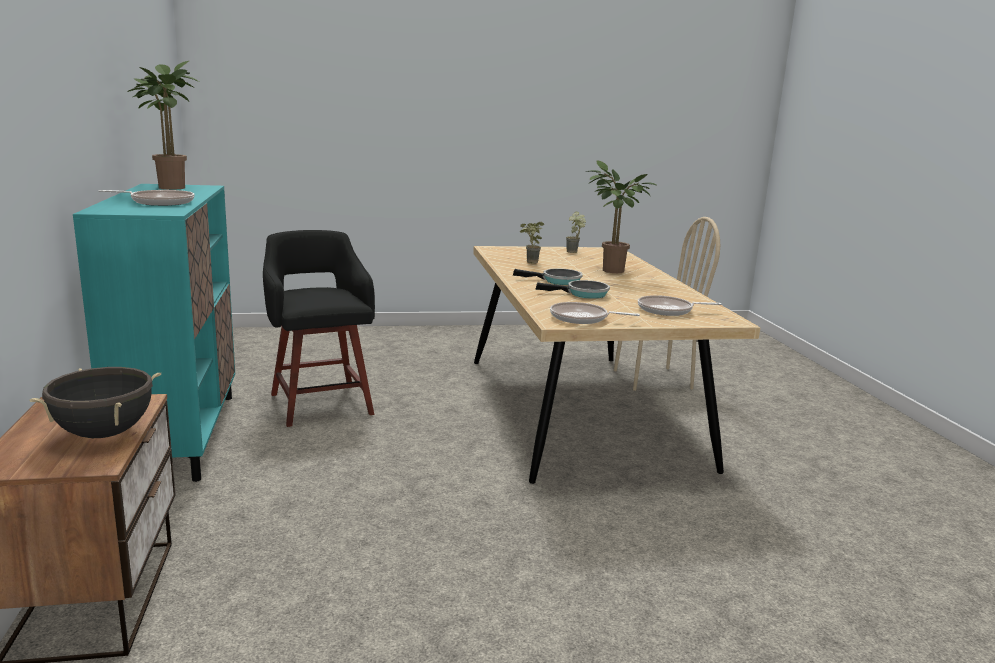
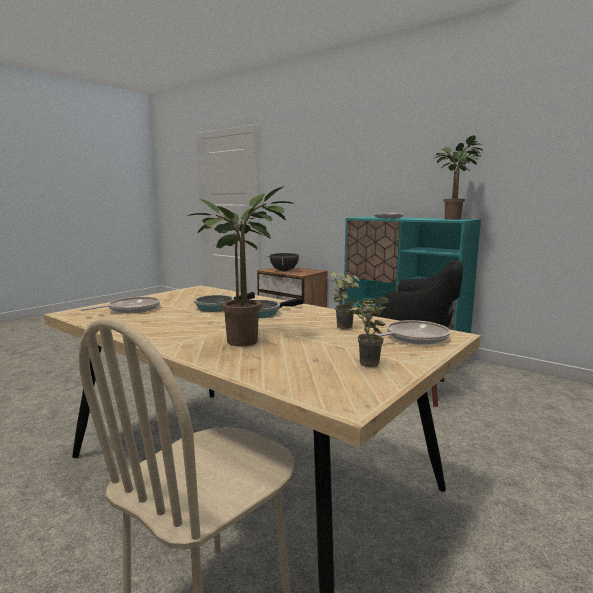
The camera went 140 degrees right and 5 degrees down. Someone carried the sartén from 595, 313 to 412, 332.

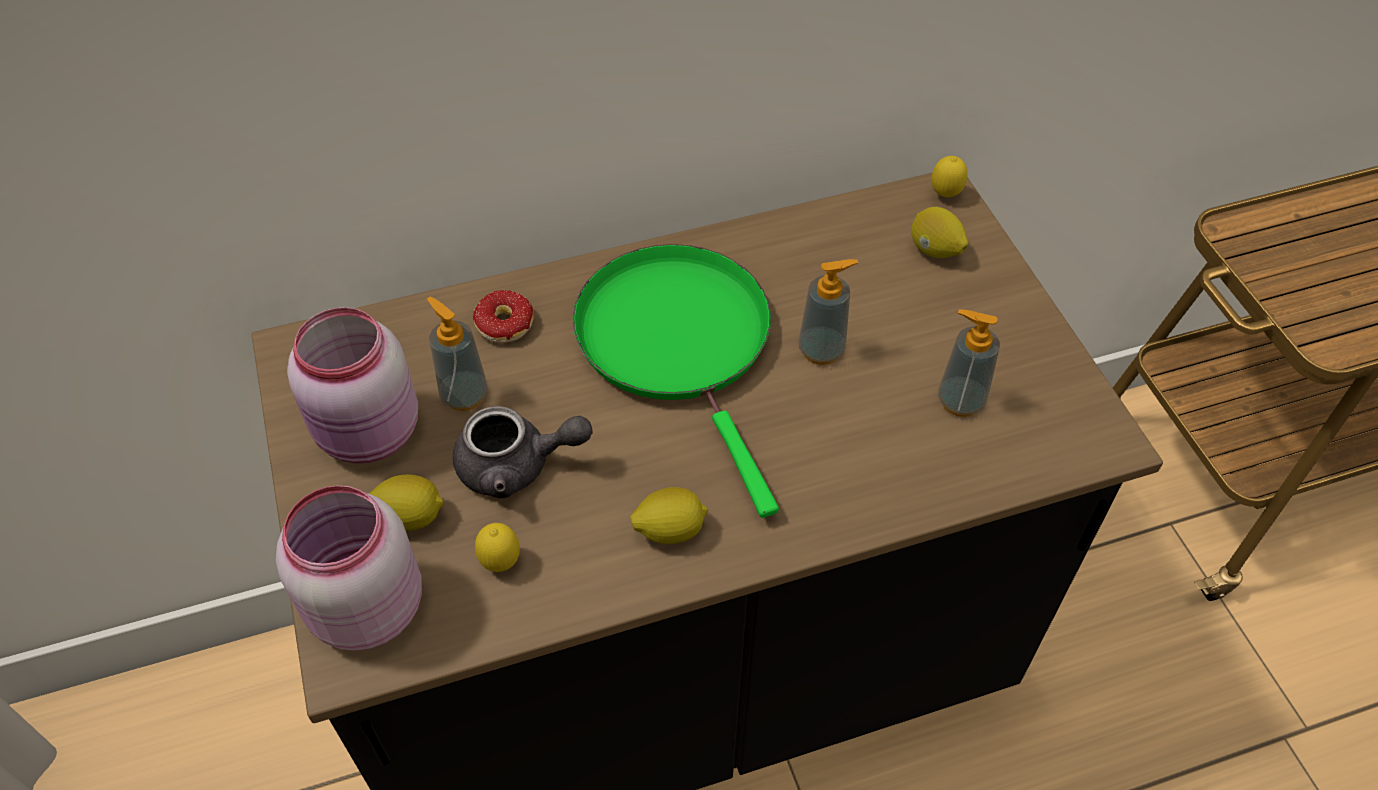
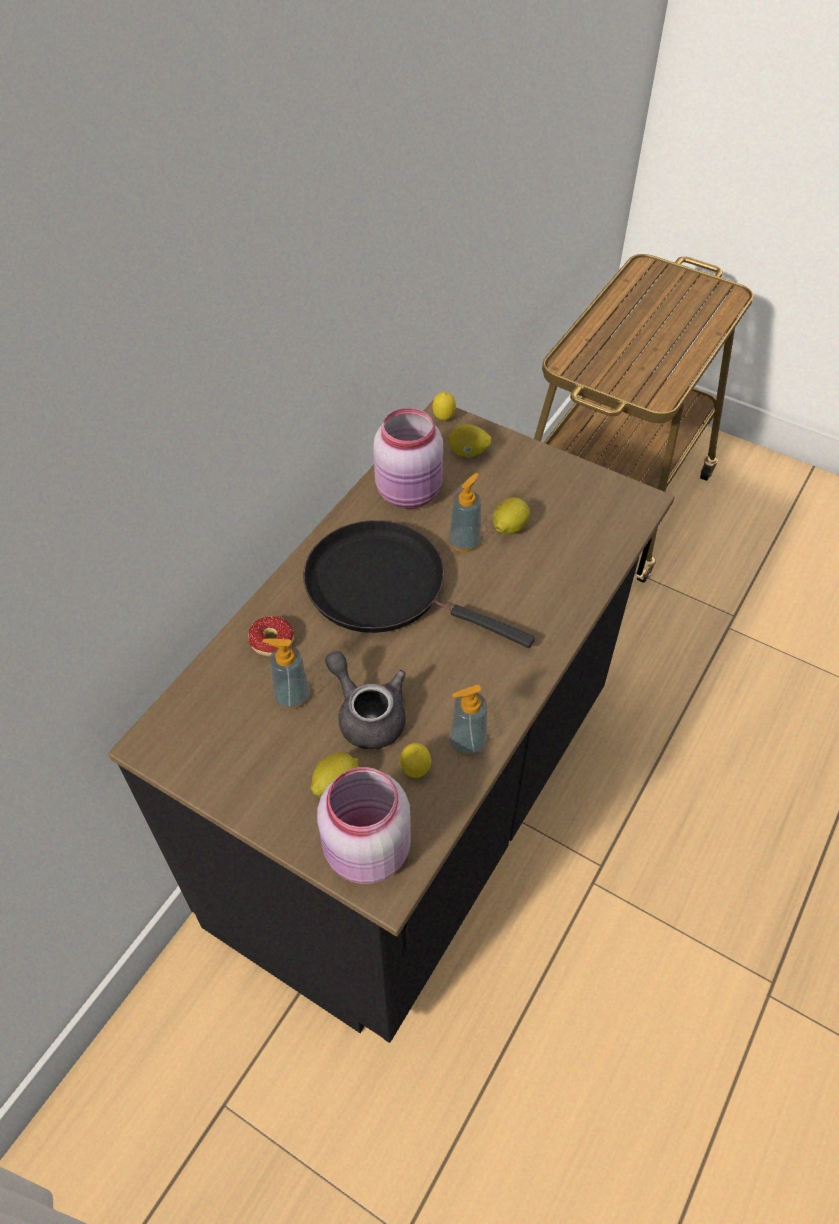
The camera went 40 degrees left and 0 degrees up. Someone repainted the sartén/verde at 676, 381, which became the sartén/negro at 419, 584. Someone rotated the tetera/gris at 523, 452 by 90 degrees counterclockwise. Someone carried the tarro/rosa from 352, 385 to 408, 458. Someone carried the dispensador de jabón from 969, 363 to 468, 720. Someone carried the limón from 669, 515 to 511, 515.

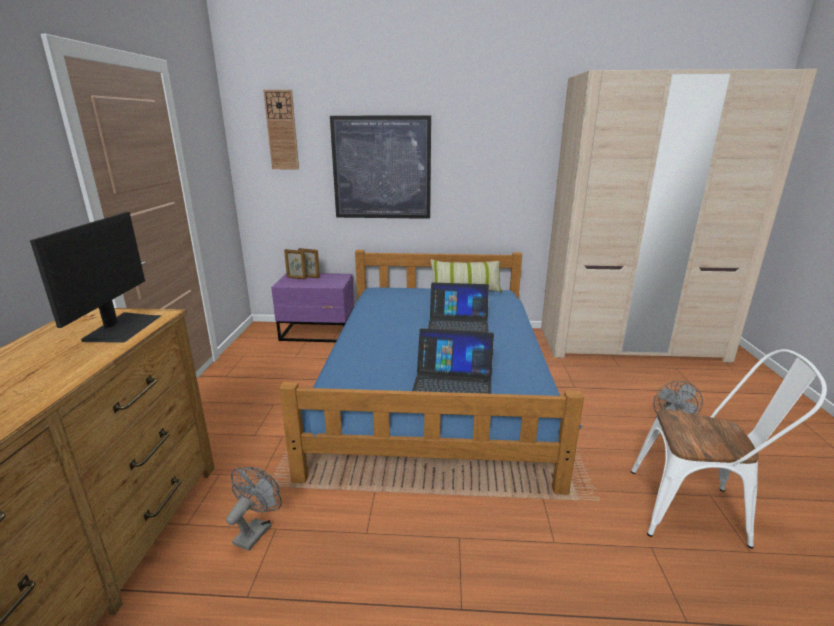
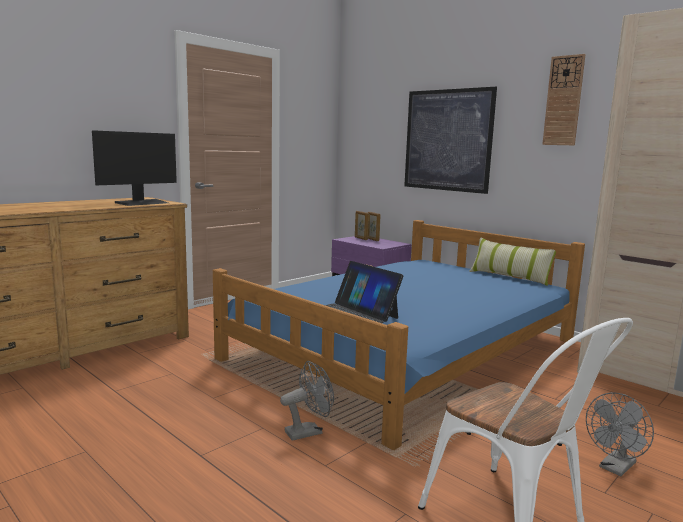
The camera went 40 degrees right and 10 degrees down. Someone carried the ventilador/gris from 254, 509 to 307, 401. Someone carried the reloj de pared from 281, 129 to 564, 99. Someone took away the portátil at 458, 307.

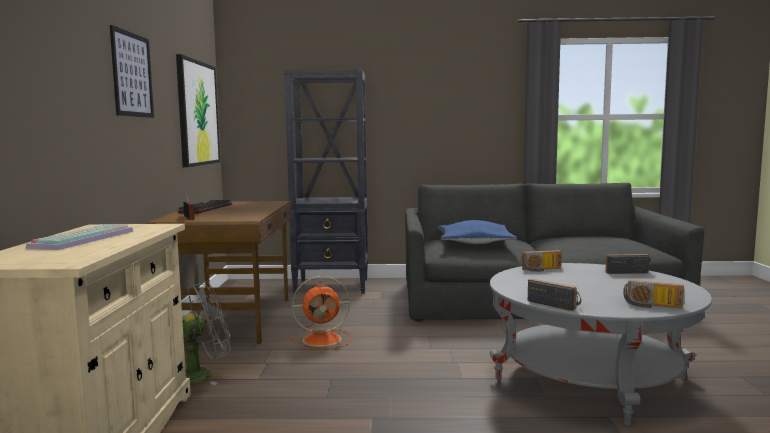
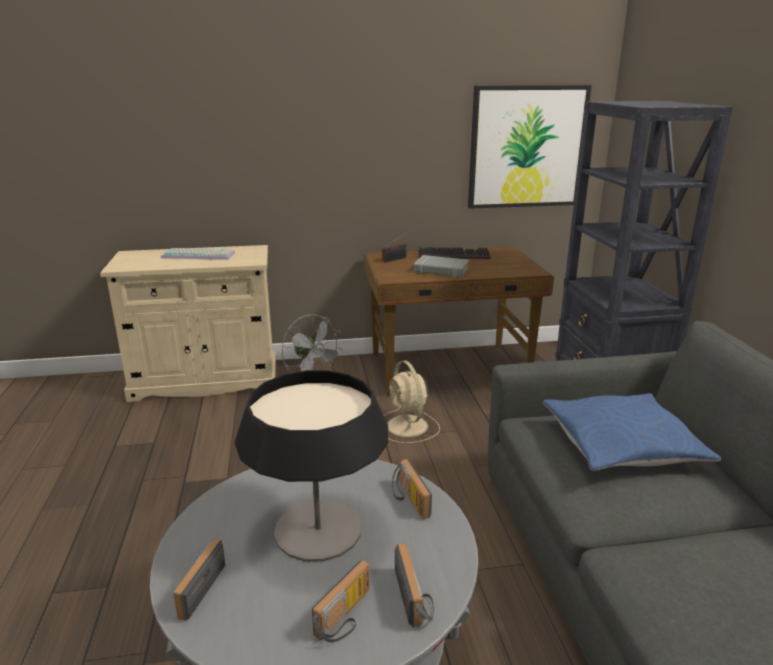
The camera went 80 degrees right and 15 degrees up. Someone put down the lámpara de mesa at 311, 466. Someone carried the radio from 554, 295 to 341, 601. Someone repainted the ventilador/naranja at 321, 313, which became the ventilador/beis at 412, 402. Someone put down the libro/gris at 442, 266. Someone took away the cuadro at 132, 71.

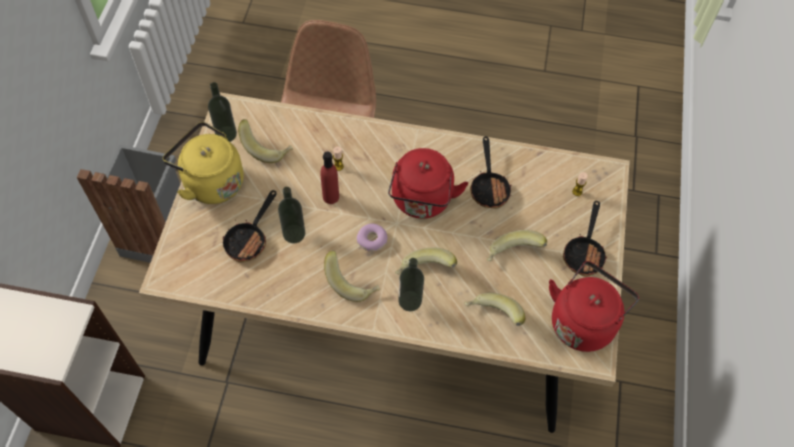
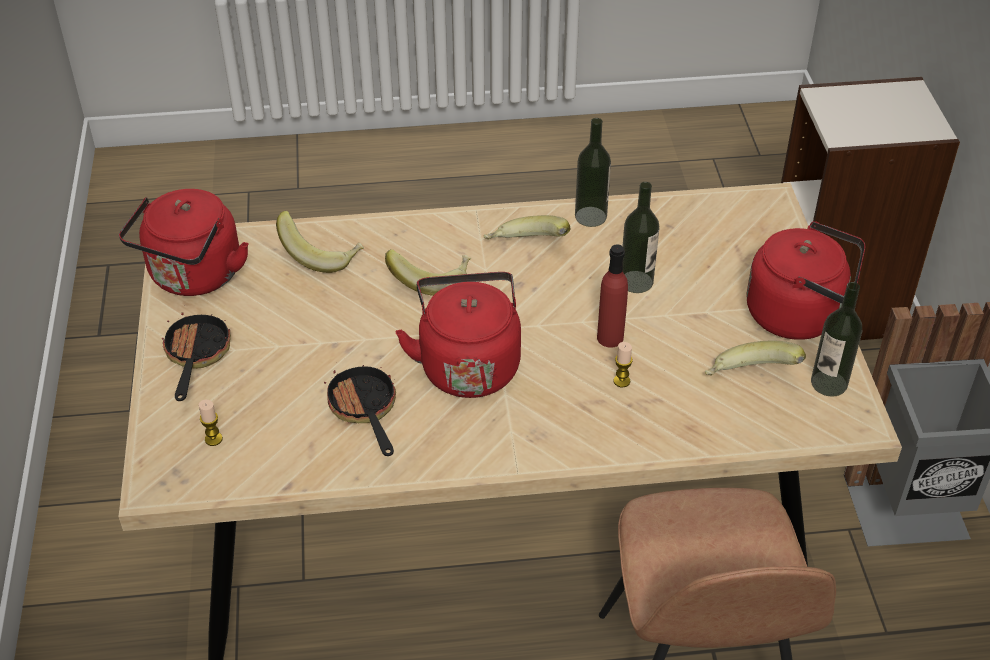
The camera went 165 degrees right and 15 degrees down. Someone carried the botella from 411, 284 to 593, 172. Someone repainted the hervidor/amarillo at 203, 163, which became the hervidor/rojo at 806, 280. Someone took away the sartén at 249, 226. Someone took away the rosquilla at 372, 238. Someone took away the plátano at 517, 245.

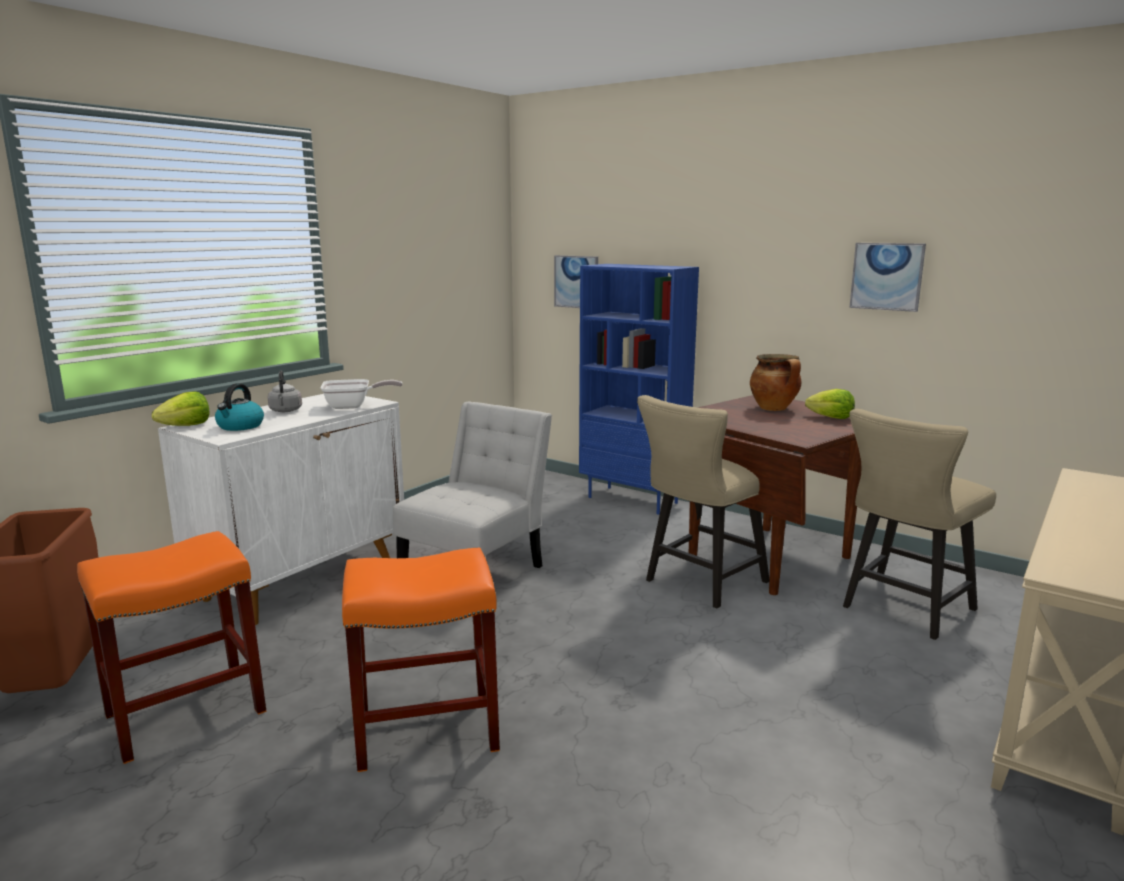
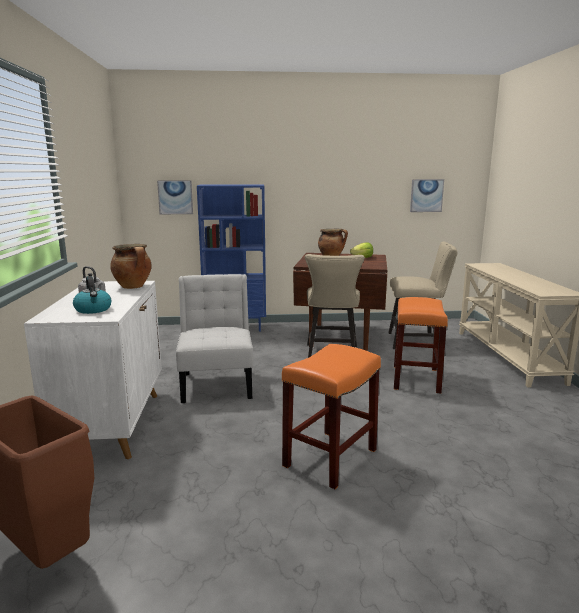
The camera went 40 degrees left and 0 degrees up. Someone swapped the sartén at 361, 394 for the olla at 131, 266. Someone rotated the silla/beis at 919, 524 by 90 degrees counterclockwise. Someone carried the taburete/naranja from 171, 647 to 421, 345. Someone carried the cuadro from 887, 277 to 427, 195. Someone took away the lechuga at 181, 408.

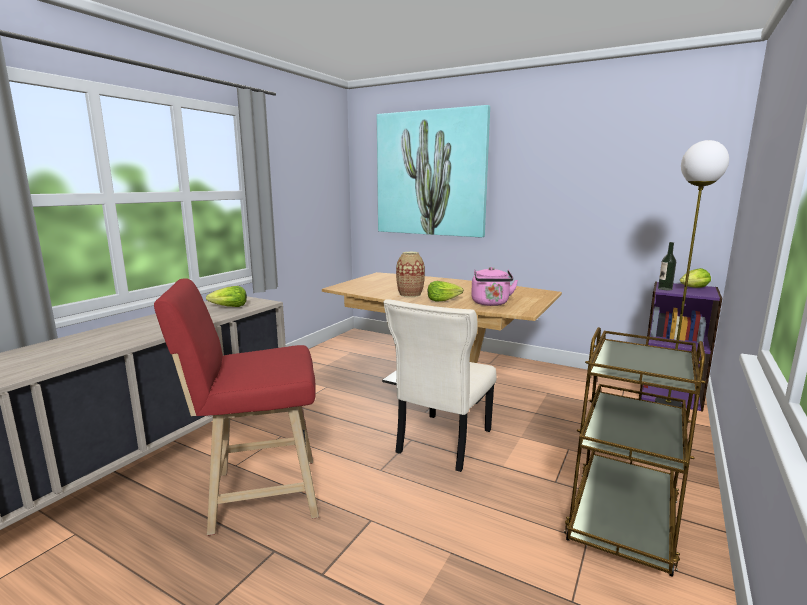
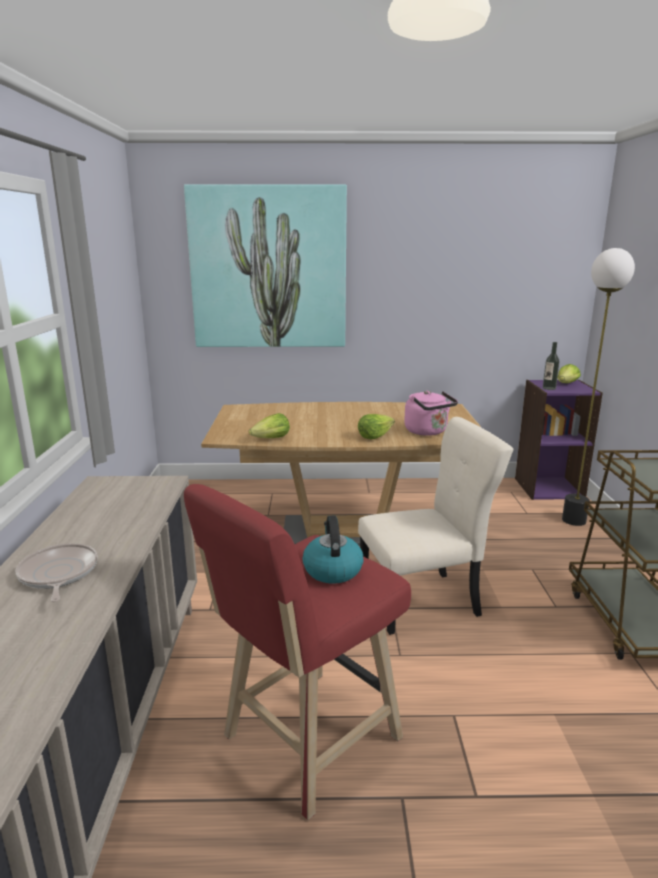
The camera went 30 degrees left and 5 degrees up. Someone put down the sartén at 57, 572. Someone carried the lechuga from 226, 296 to 269, 425. Someone put down the hervidor at 332, 550. Someone rotated the silla/beis at 440, 385 by 105 degrees counterclockwise. Someone took away the florero at 410, 274.

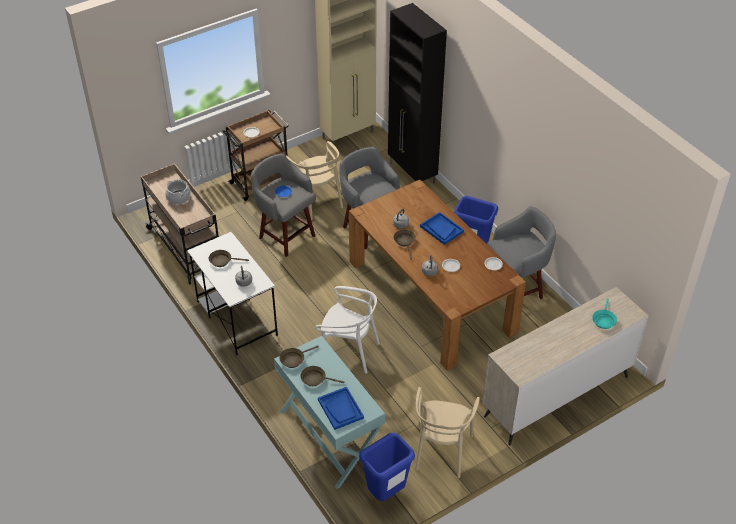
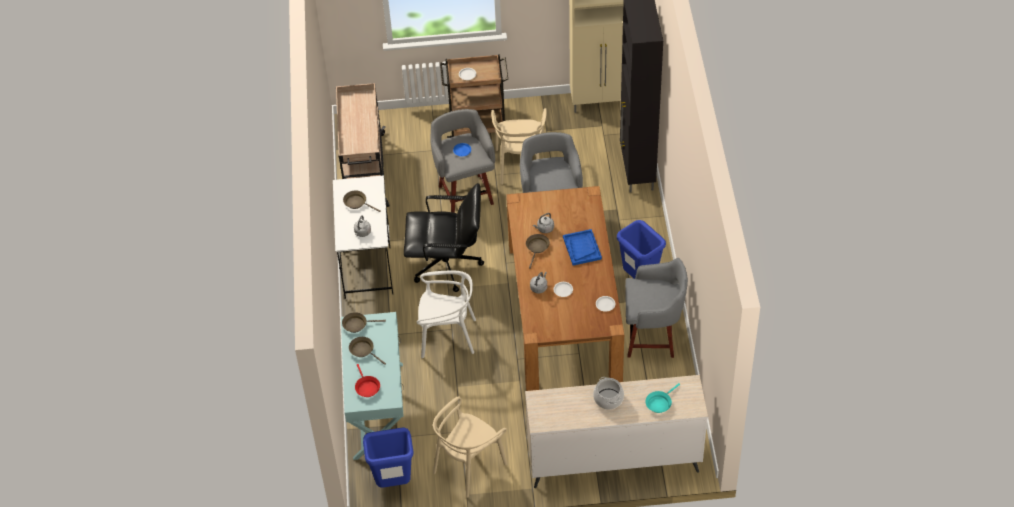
The camera went 30 degrees right and 5 degrees up. Someone swapped the bandeja/azul at 341, 408 for the sartén/rojo at 367, 380. Someone put down the silla de oficina/negro at 444, 237. Someone rotated the silla/blanco at 347, 329 by 45 degrees counterclockwise. Someone carried the olla from 178, 192 to 608, 393.

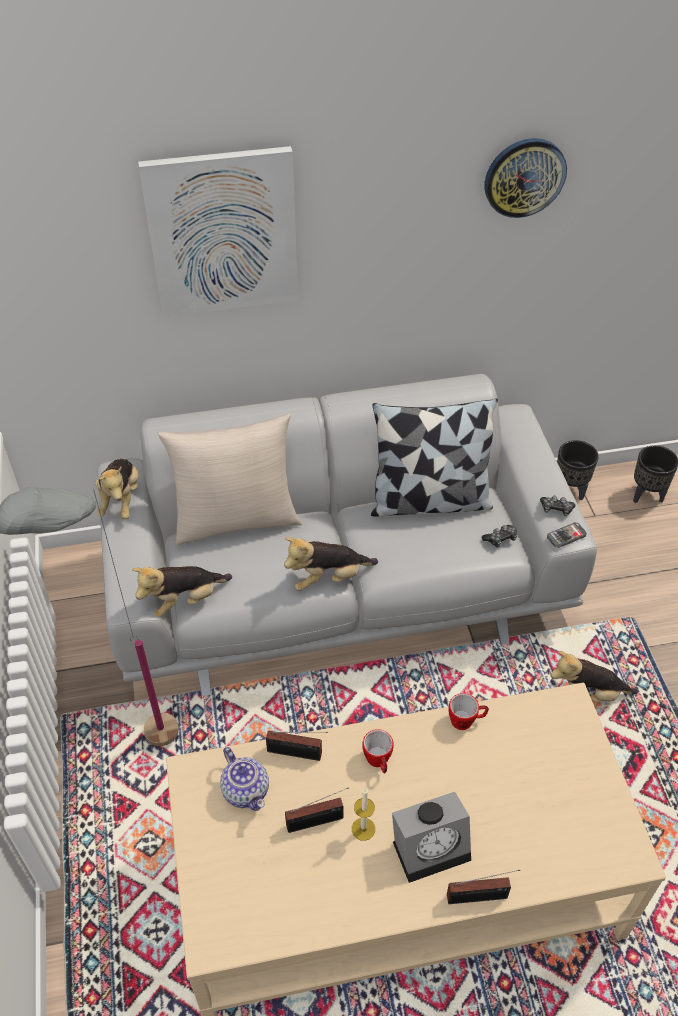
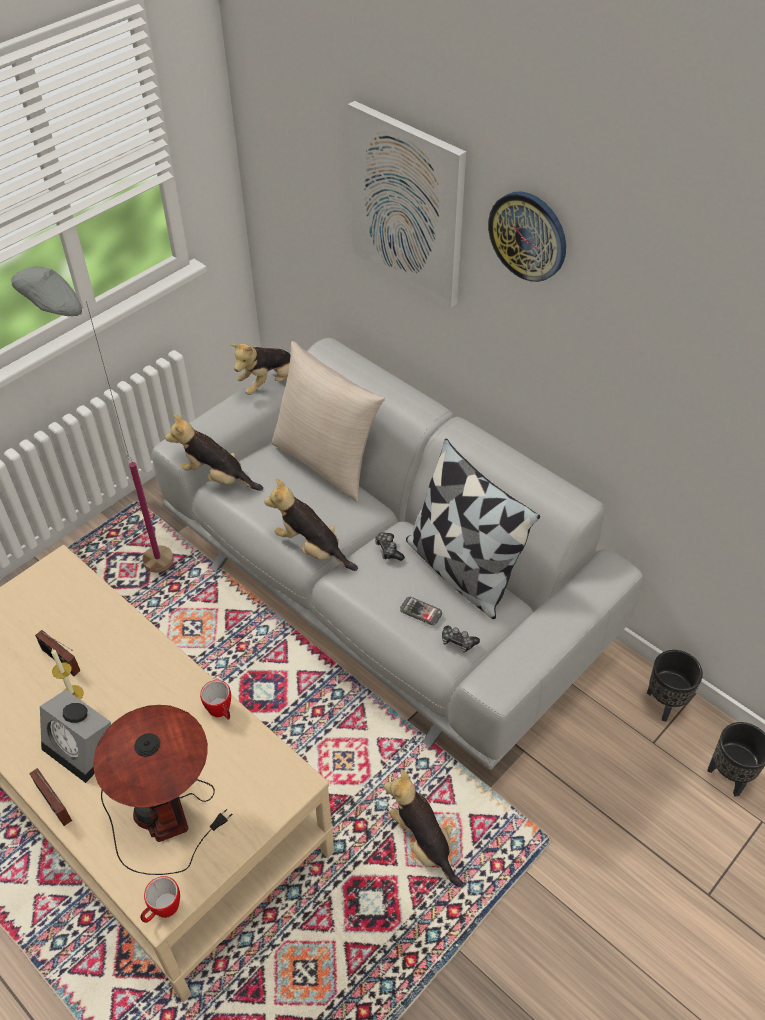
The camera went 55 degrees right and 0 degrees up. Someone put down the lámpara de mesa at 162, 790. Someone carried the taza grande from 378, 751 to 160, 899. Someone carried the mando de consola from 558, 506 to 390, 546. Someone carried the móvil from 567, 535 to 421, 611. Someone carried the reloj de pared from 526, 178 to 527, 237. Someone took away the tetera at 244, 779. Someone took away the radio at 297, 746.

